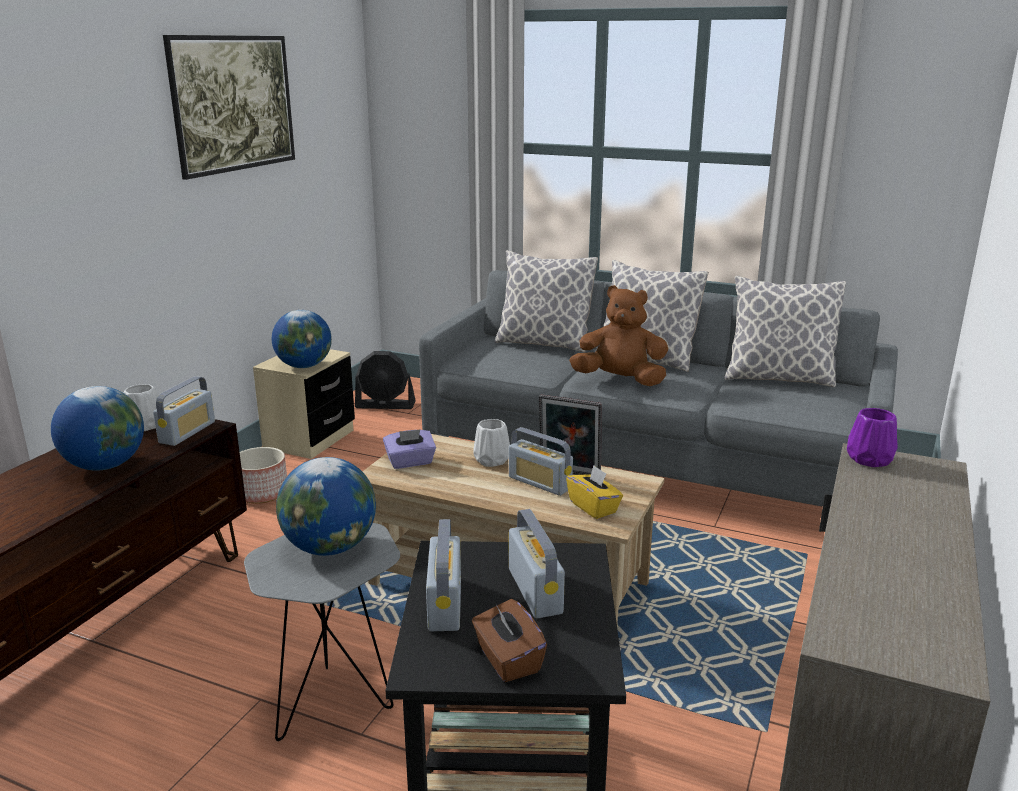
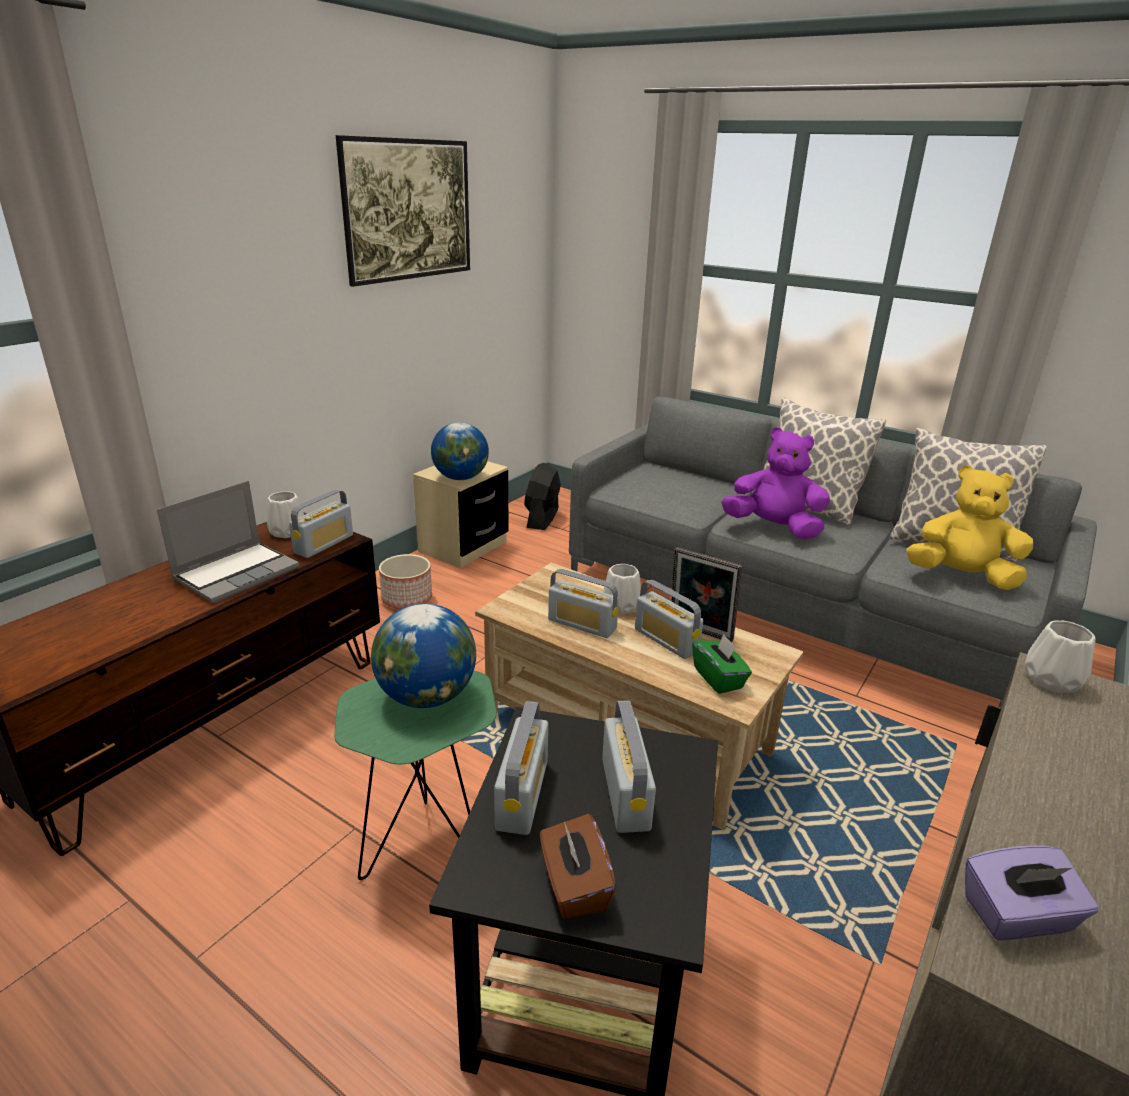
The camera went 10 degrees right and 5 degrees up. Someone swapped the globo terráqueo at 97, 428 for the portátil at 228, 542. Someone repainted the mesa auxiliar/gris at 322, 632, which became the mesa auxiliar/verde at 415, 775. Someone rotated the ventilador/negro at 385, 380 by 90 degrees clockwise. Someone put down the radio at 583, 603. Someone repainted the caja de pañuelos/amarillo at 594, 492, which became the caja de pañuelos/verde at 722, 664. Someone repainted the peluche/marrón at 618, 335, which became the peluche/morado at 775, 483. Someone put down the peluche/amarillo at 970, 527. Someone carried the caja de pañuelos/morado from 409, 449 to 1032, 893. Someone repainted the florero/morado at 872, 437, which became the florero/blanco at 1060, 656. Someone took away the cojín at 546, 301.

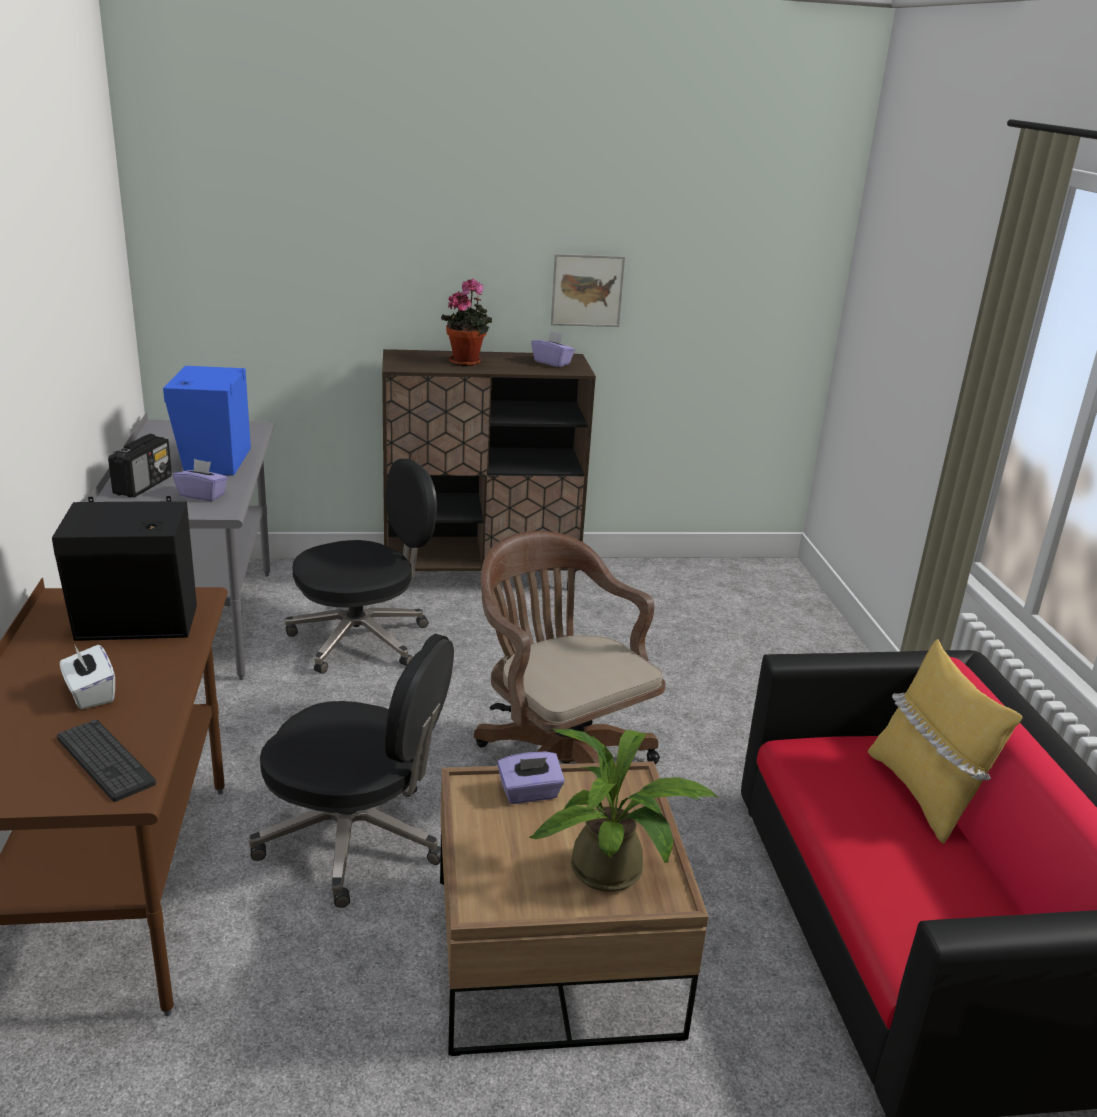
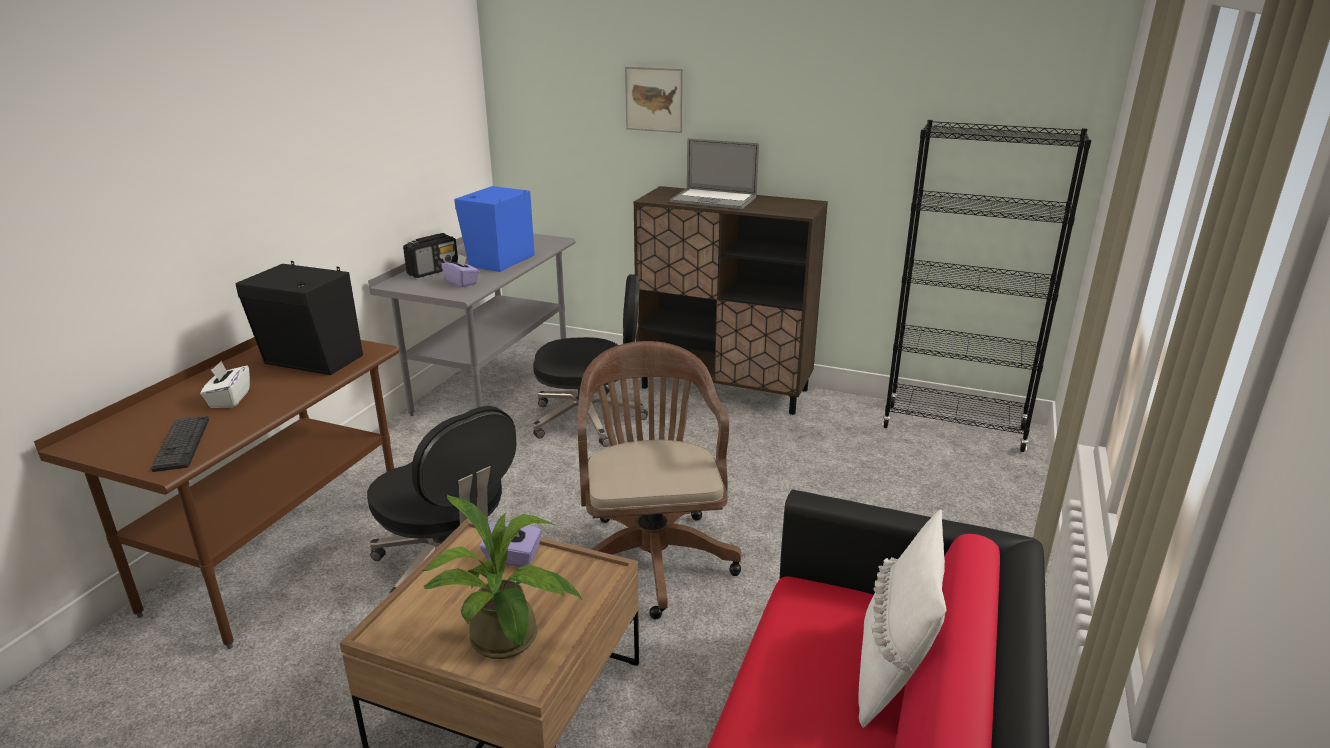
The camera went 30 degrees right and 0 degrees up. Someone carried the cuadro from 588, 290 to 654, 99. Someone swapped the planta en maceta at 466, 322 for the portátil at 714, 173. Someone repainted the cojín/amarillo at 945, 741, which became the cojín/blanco at 902, 619. Someone put down the estantería/negro at 987, 286. Someone took away the caja de pañuelos/morado at 553, 349.

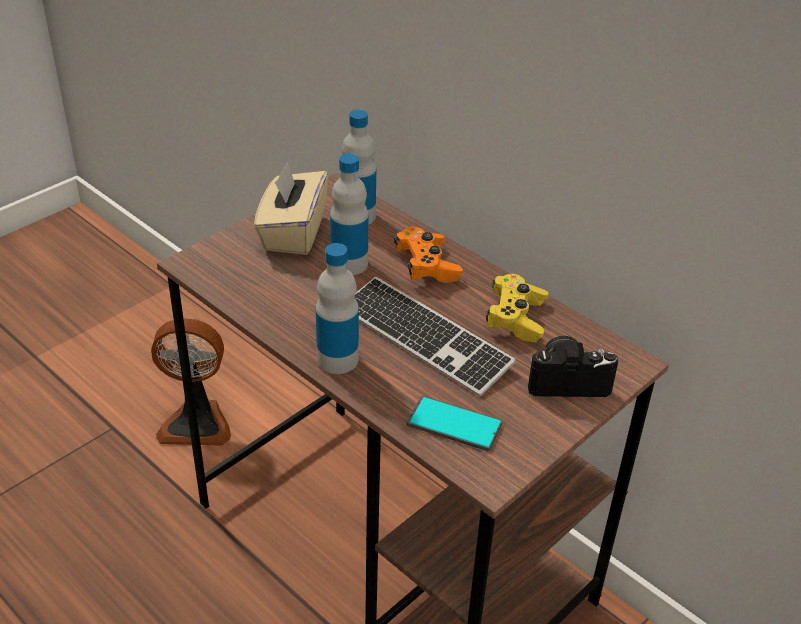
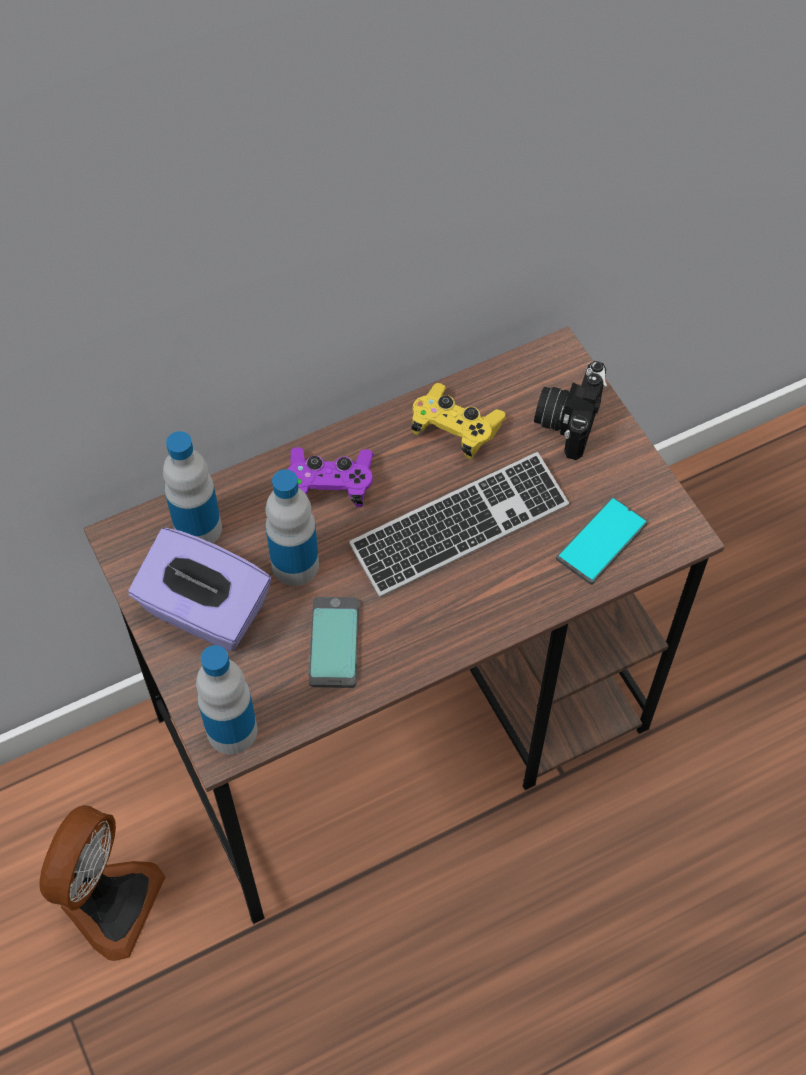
The camera went 70 degrees left and 20 degrees up. Someone repainted the caja de pañuelos/beis at 291, 208, which became the caja de pañuelos/morado at 199, 589. Someone carried the botella from 337, 308 to 227, 699. Someone repainted the mando de consola/naranja at 428, 255, which became the mando de consola/morado at 330, 477. Someone put down the móvil at 333, 642.

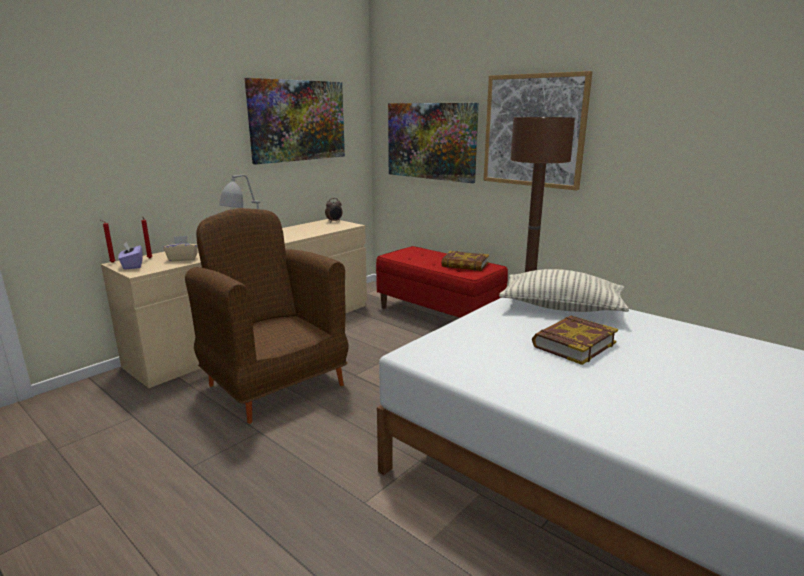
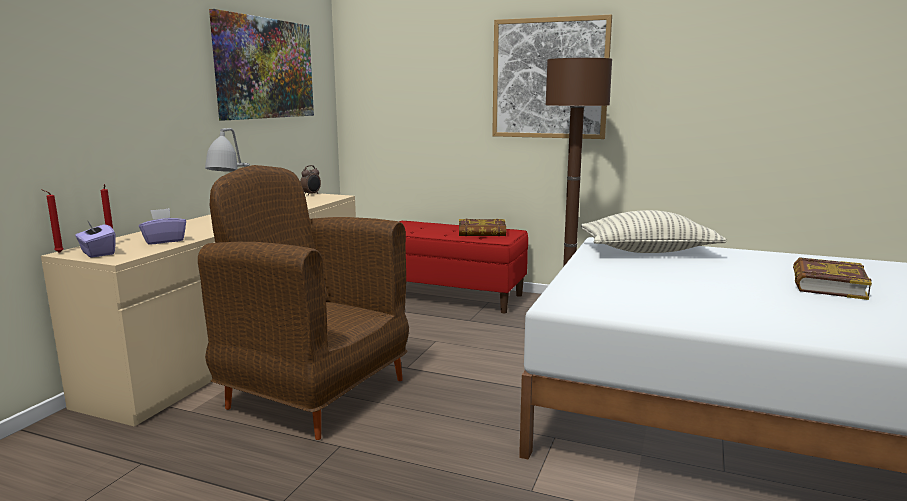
The camera went 20 degrees left and 5 degrees down. Someone repainted the caja de pañuelos/beis at 181, 248, which became the caja de pañuelos/morado at 162, 226. Someone carried the libro from 575, 340 to 832, 278. Someone took away the cuadro at 433, 143.

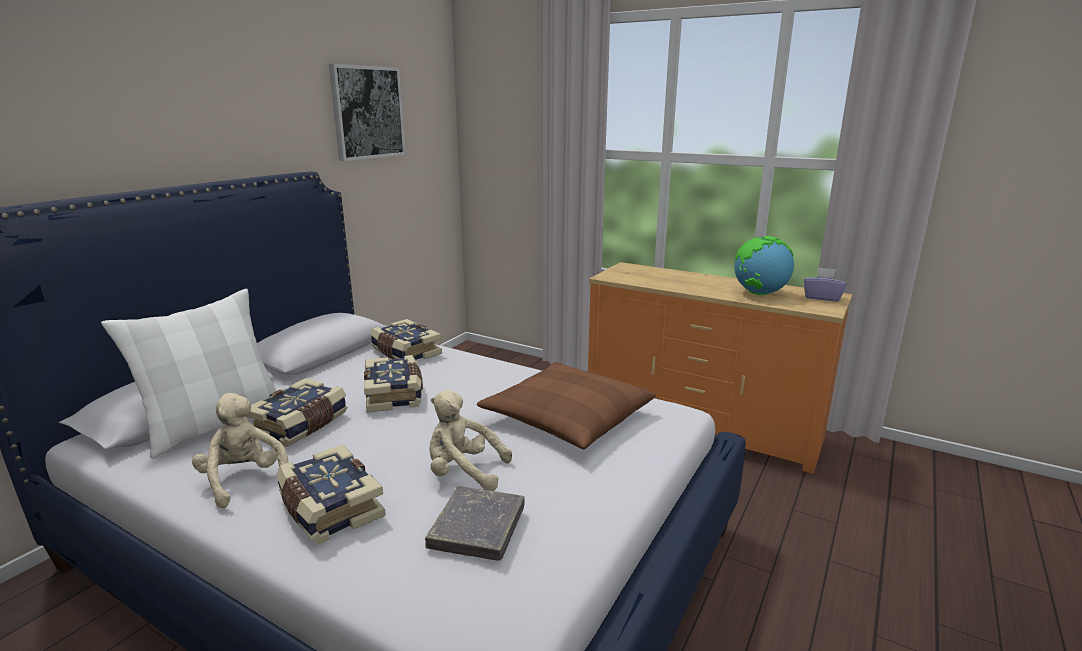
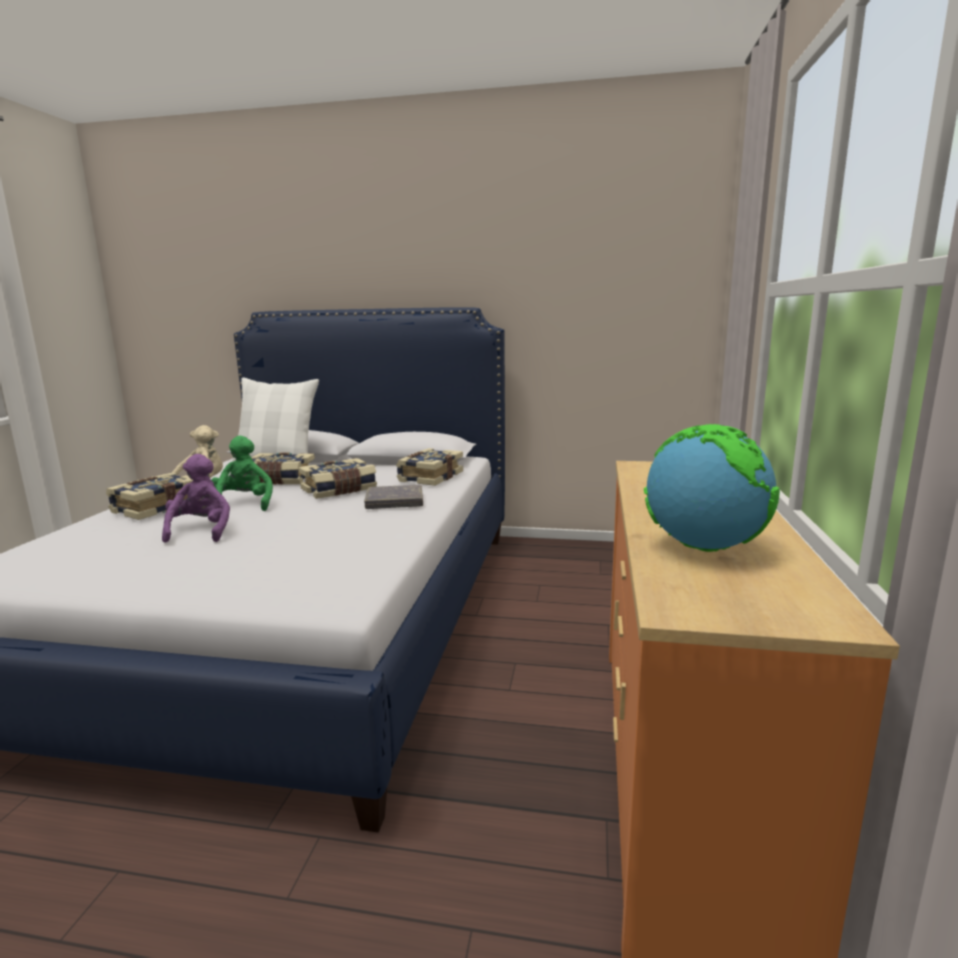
The camera went 70 degrees right and 5 degrees down. Someone repainted the peluche/beis at 470, 440, which became the peluche/morado at 196, 498. Someone put down the peluche/verde at 242, 473. Someone carried the libro/gris from 475, 523 to 393, 497. Someone took away the cuadro at 367, 112. Someone took away the cojín/marrón at 566, 405. Someone took away the caja de pañuelos/morado at 825, 284.

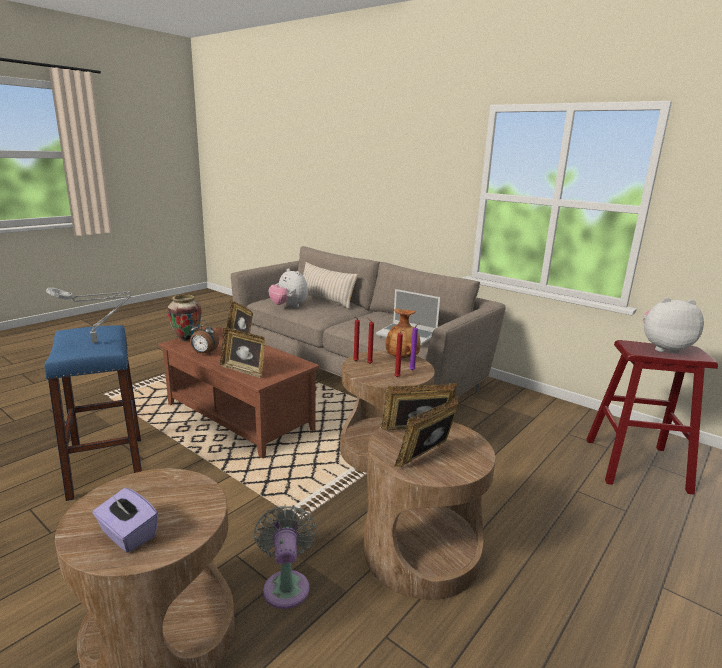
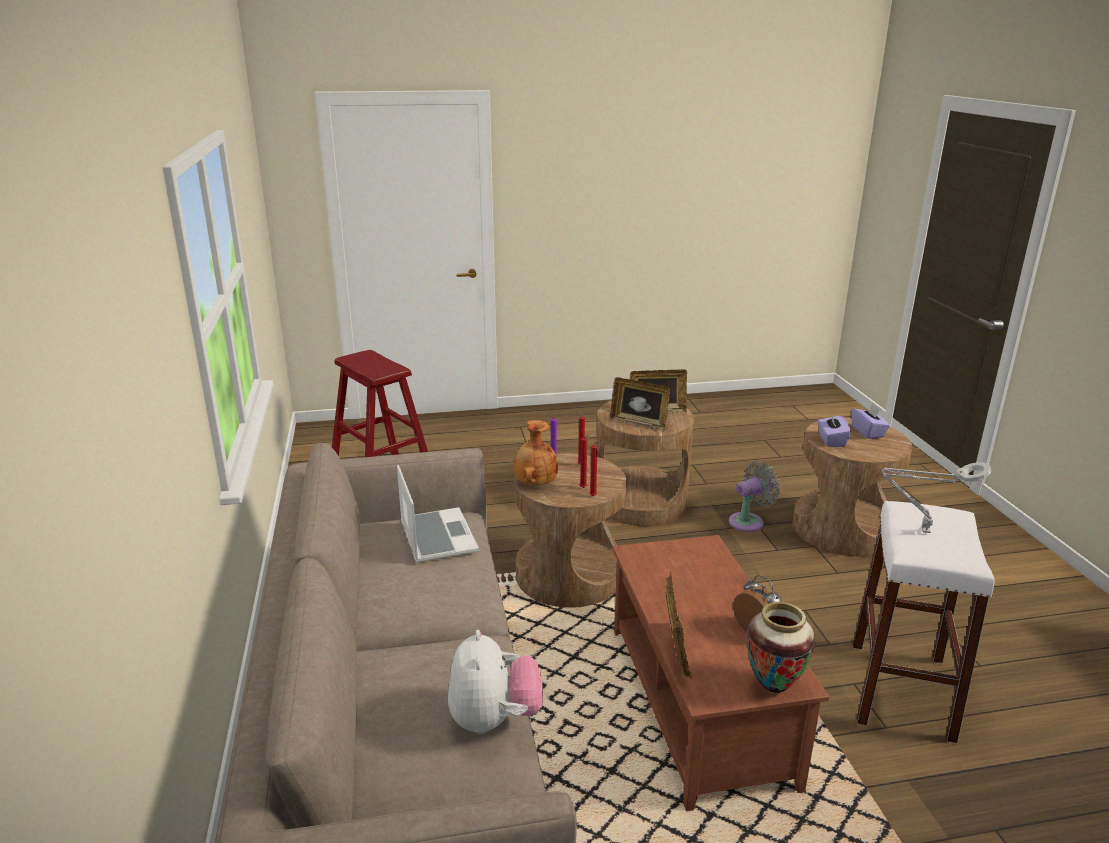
The camera went 140 degrees left and 5 degrees up. Someone rotated the ventilador/gris at 285, 557 by 150 degrees counterclockwise. Someone put down the caja de pañuelos/morado at 834, 429. Someone repainted the taburete/azul at 93, 413, which became the taburete/blanco at 924, 622. Someone took away the portarretratos at 242, 353. Someone took away the cojín/beis at 330, 285. Someone took away the peluche at 673, 325.

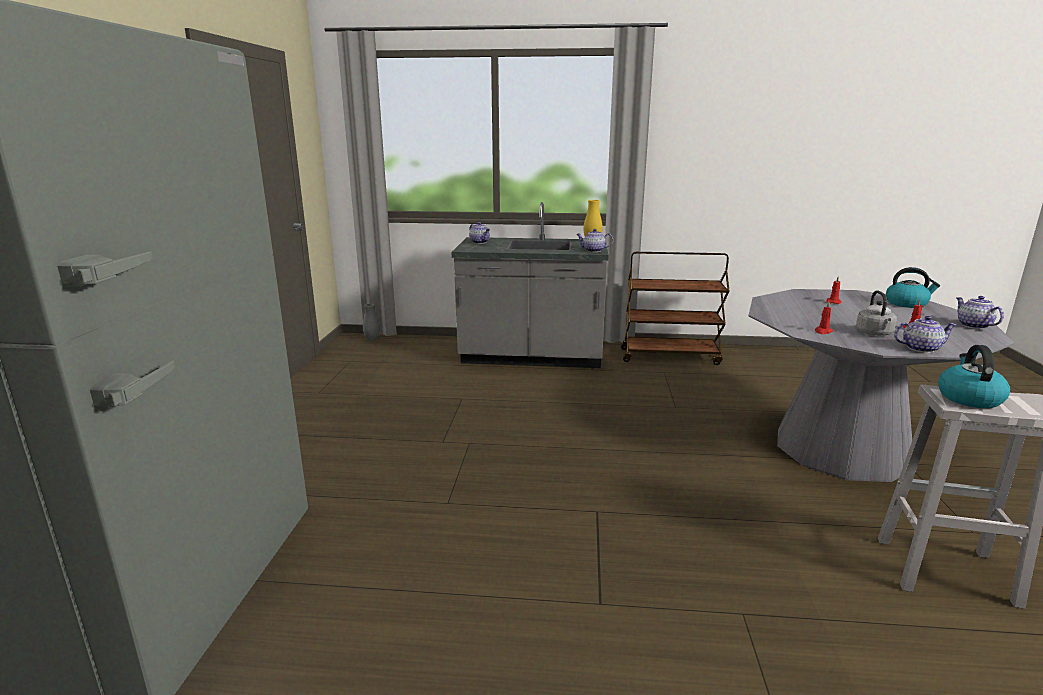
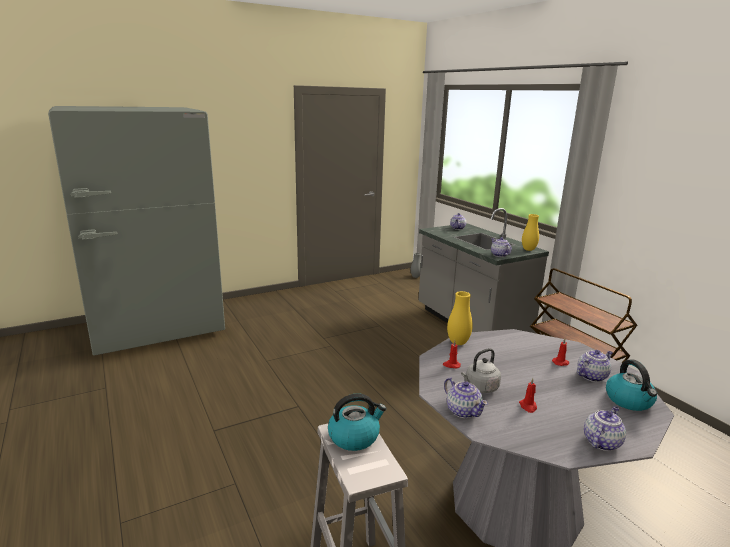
The camera went 55 degrees right and 0 degrees up. Someone put down the florero/amarillo at 460, 318. Someone put down the tetera at 595, 366.

